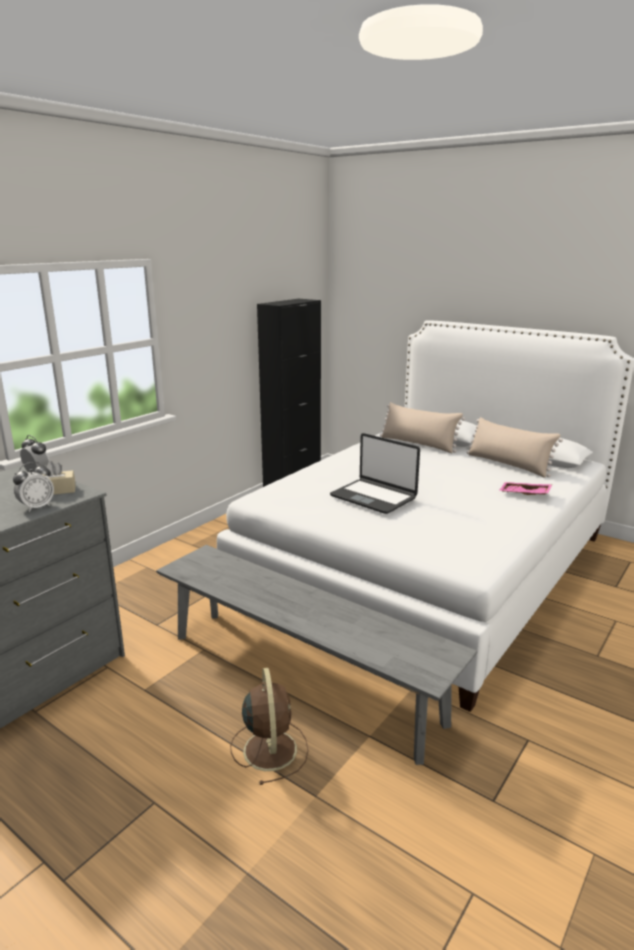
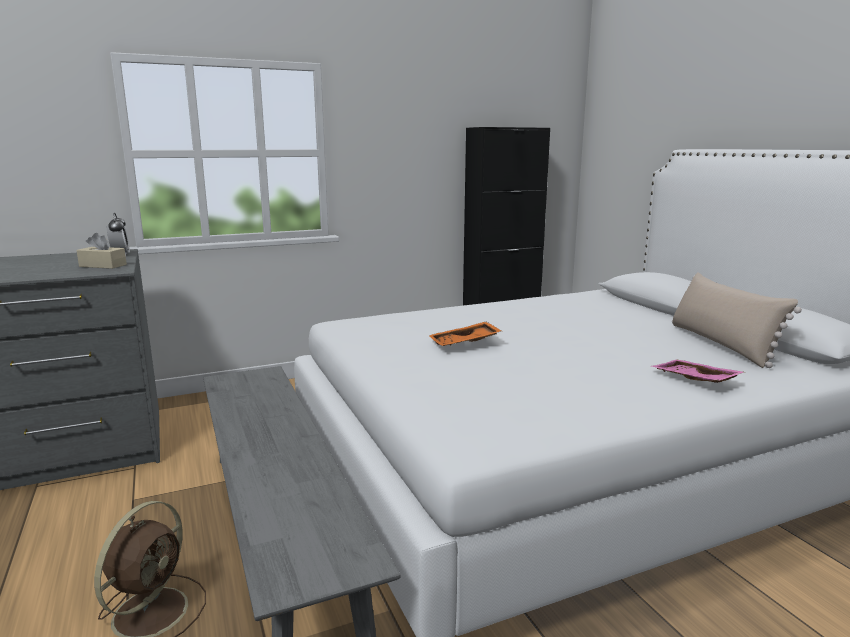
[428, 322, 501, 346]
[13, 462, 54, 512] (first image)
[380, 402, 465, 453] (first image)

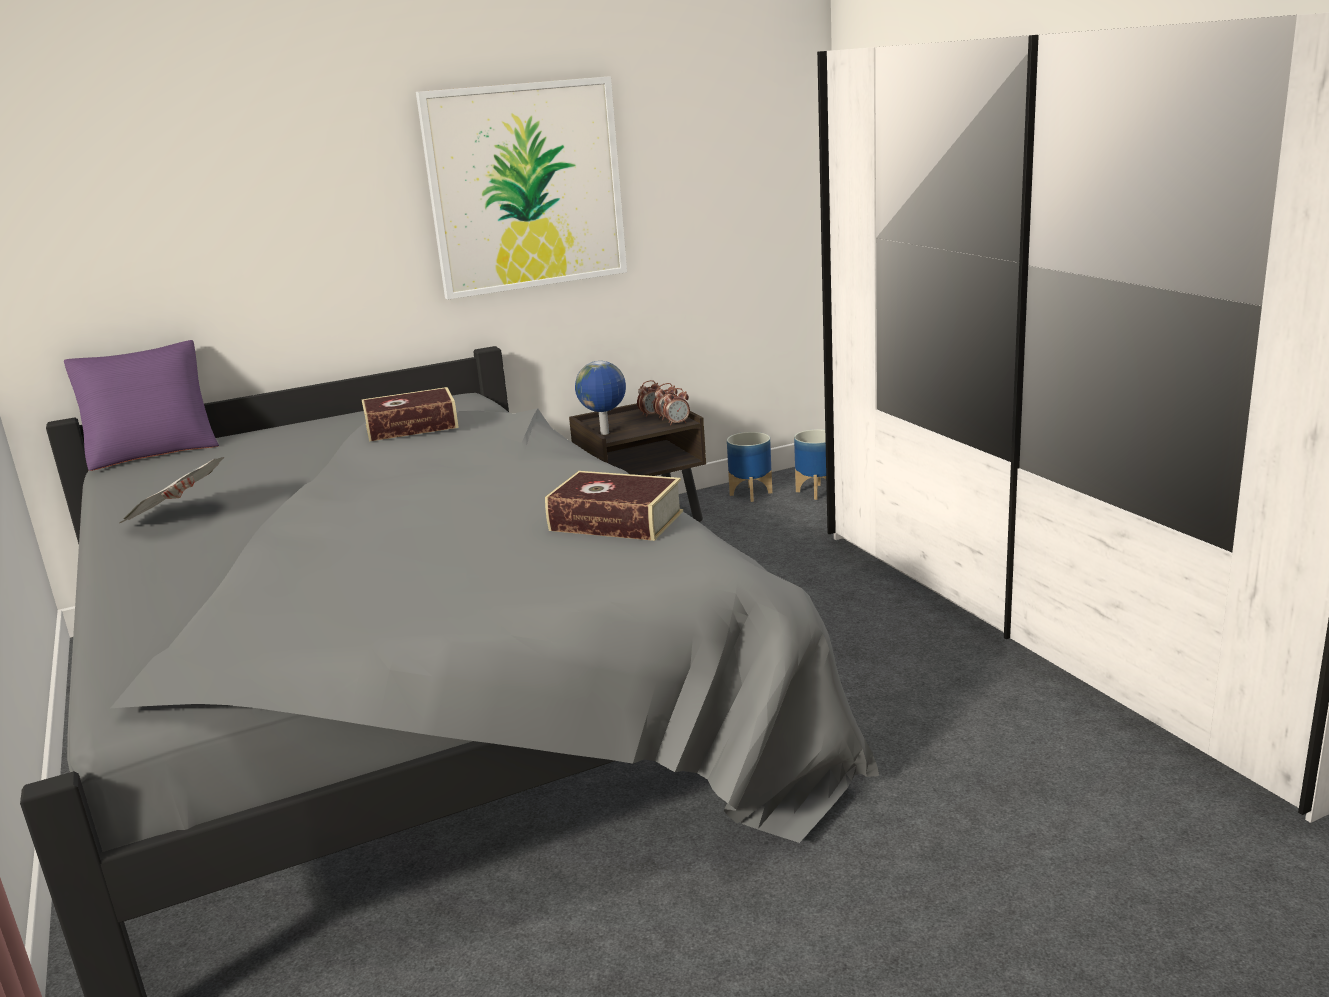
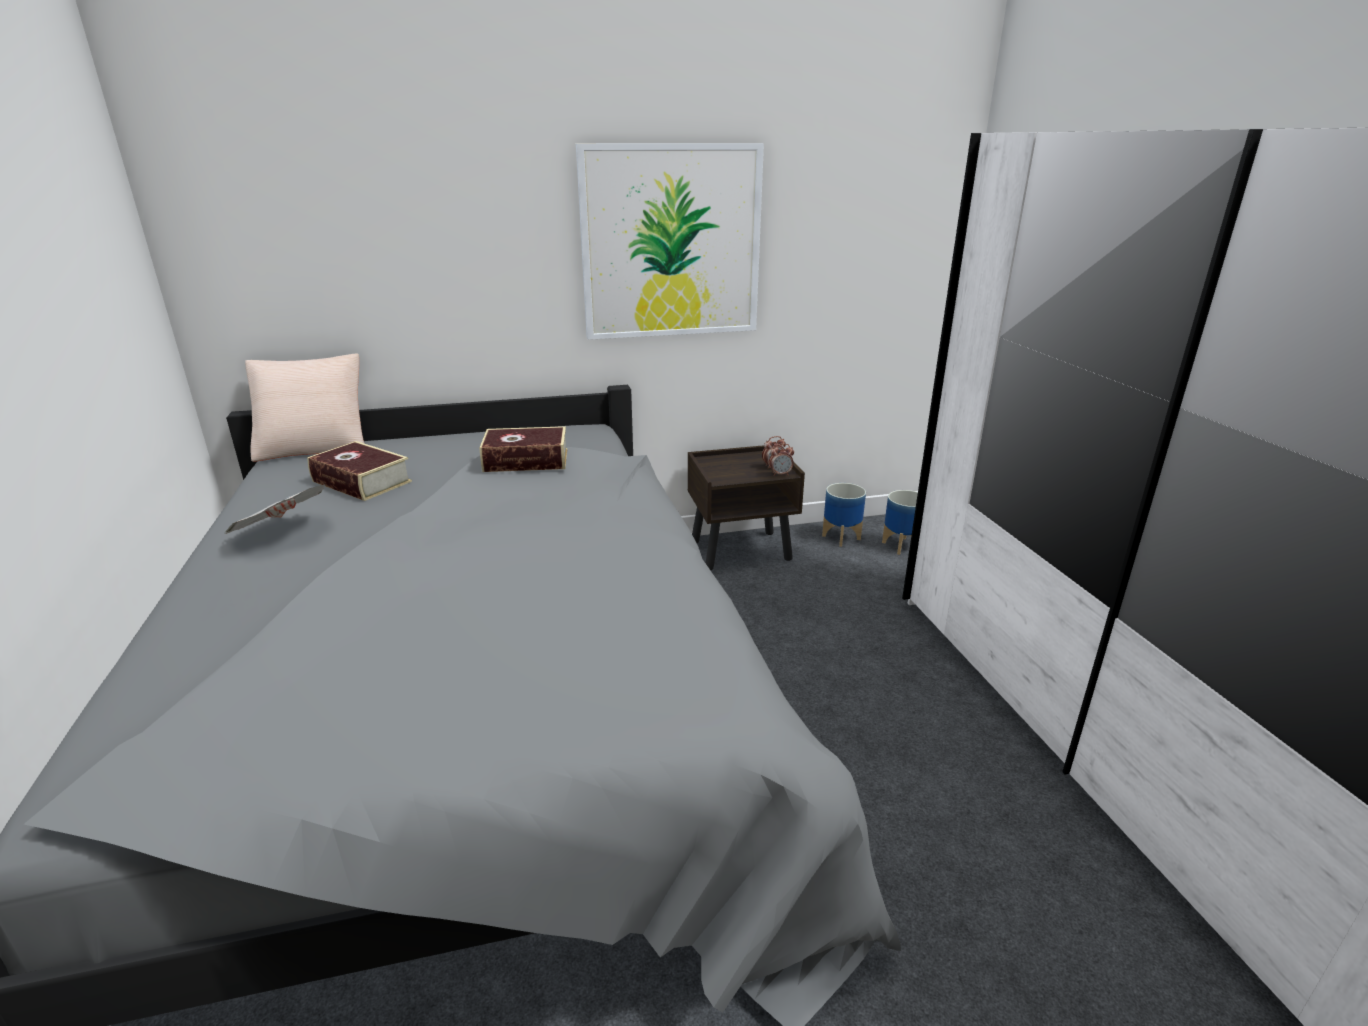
[245, 354, 364, 462]
[307, 441, 412, 501]
[575, 361, 626, 435] (first image)
[637, 380, 661, 417] (first image)

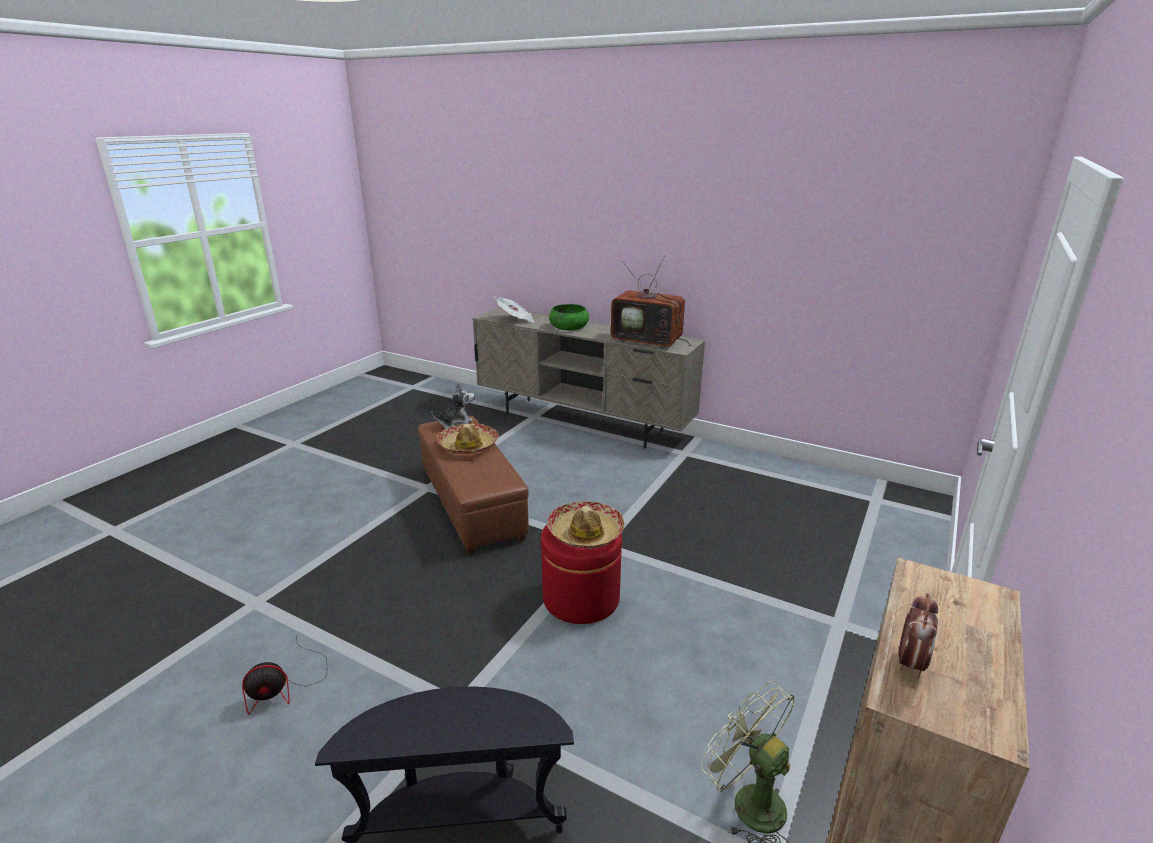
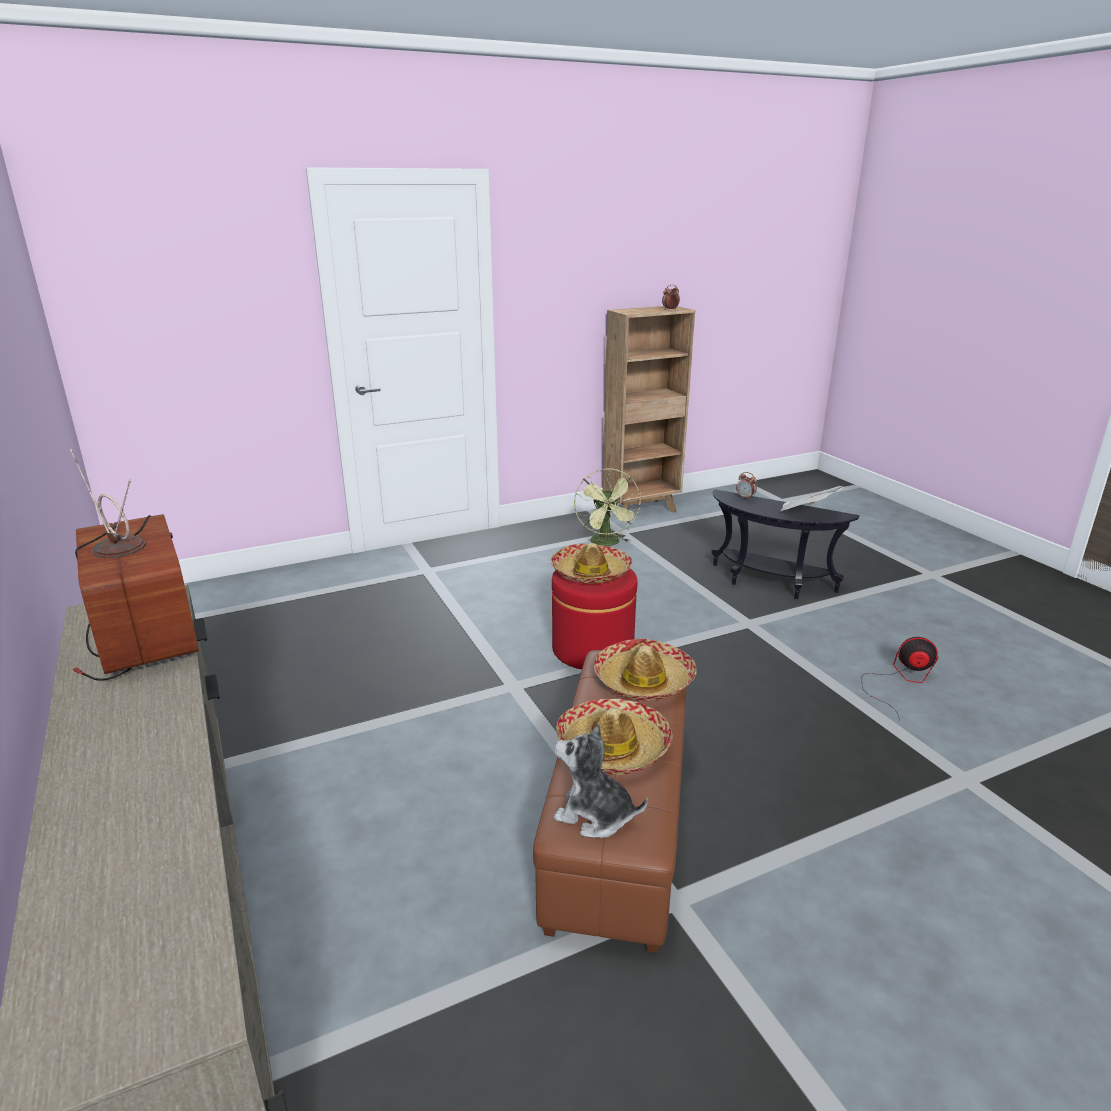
[594, 639, 697, 701]
[736, 472, 757, 500]
[781, 486, 843, 511]
[549, 304, 589, 330] (first image)

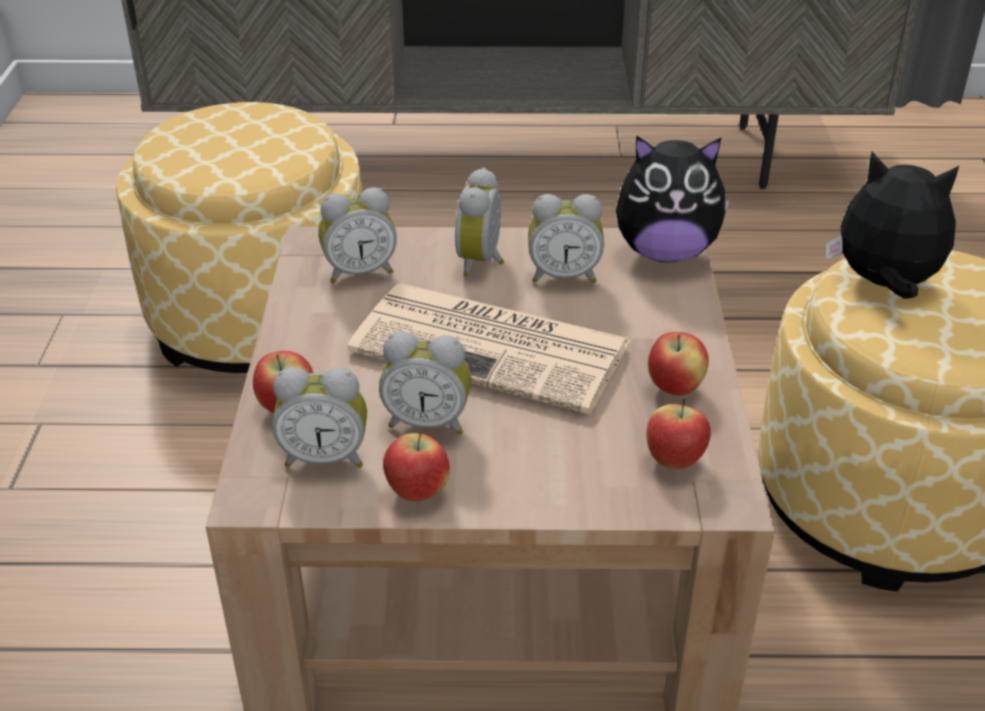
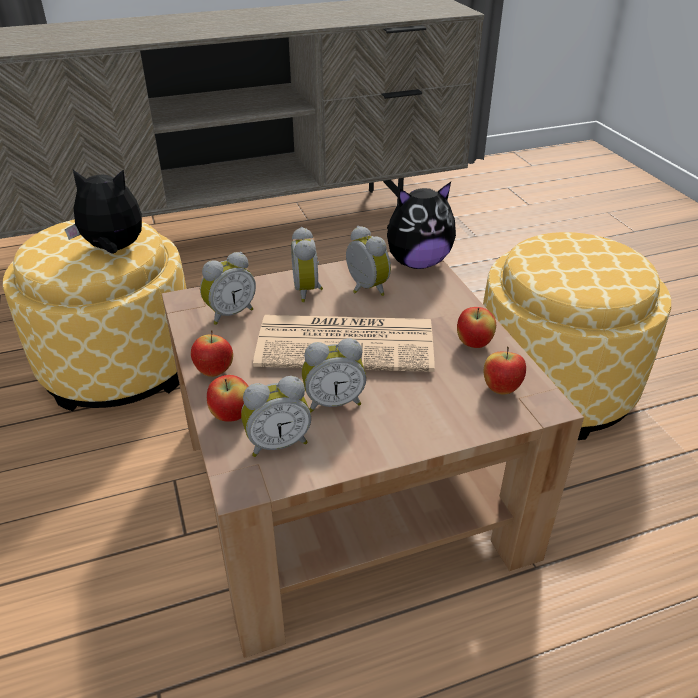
[65, 169, 142, 254]
[191, 330, 233, 377]
[346, 226, 391, 296]

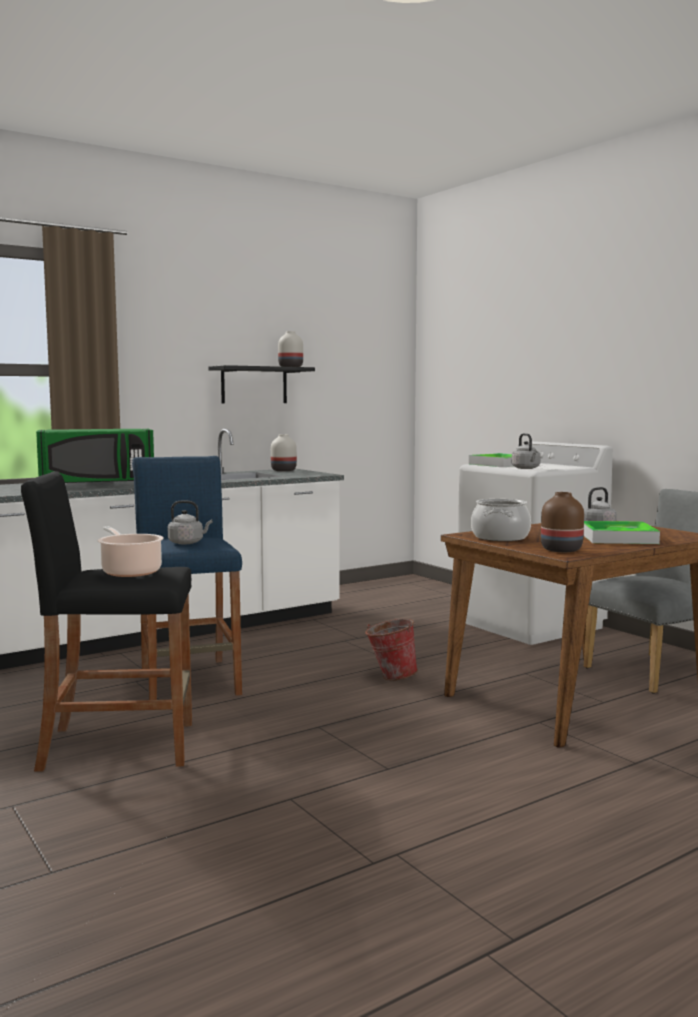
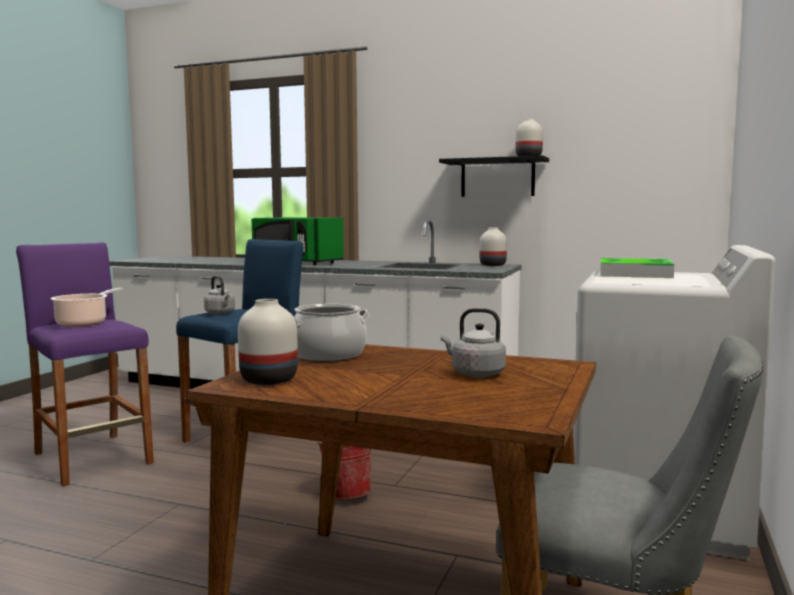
[16, 242, 154, 487]
[238, 299, 298, 385]
[512, 433, 541, 469] (first image)
[583, 521, 660, 544] (first image)

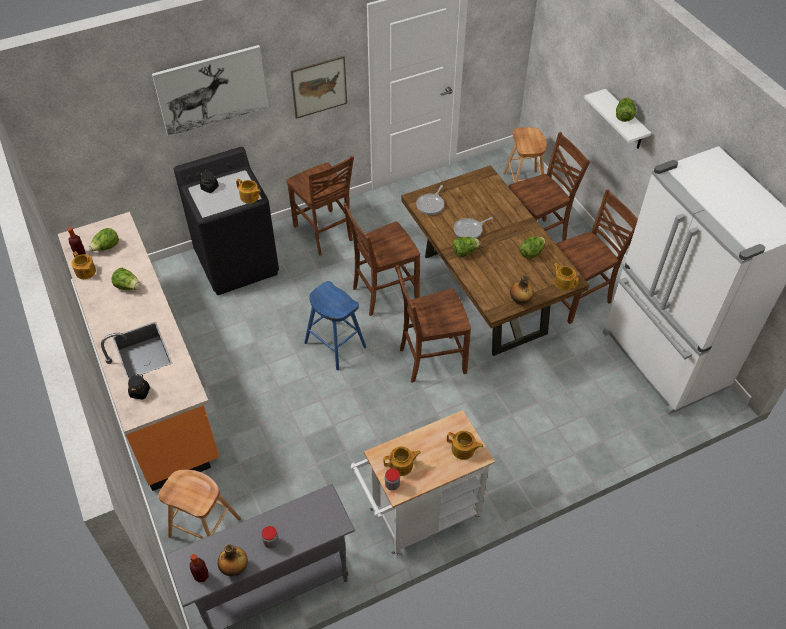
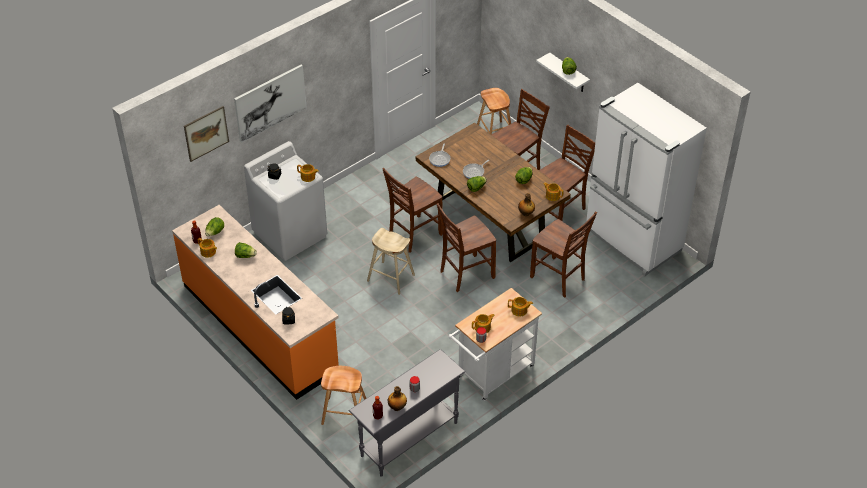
[184, 106, 229, 162]
[244, 141, 327, 261]
[367, 228, 415, 295]
[530, 212, 597, 298]

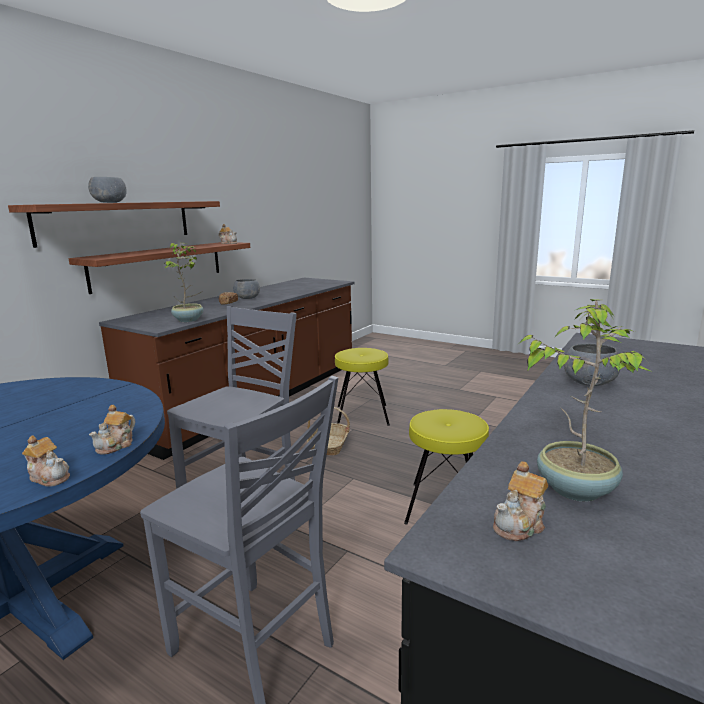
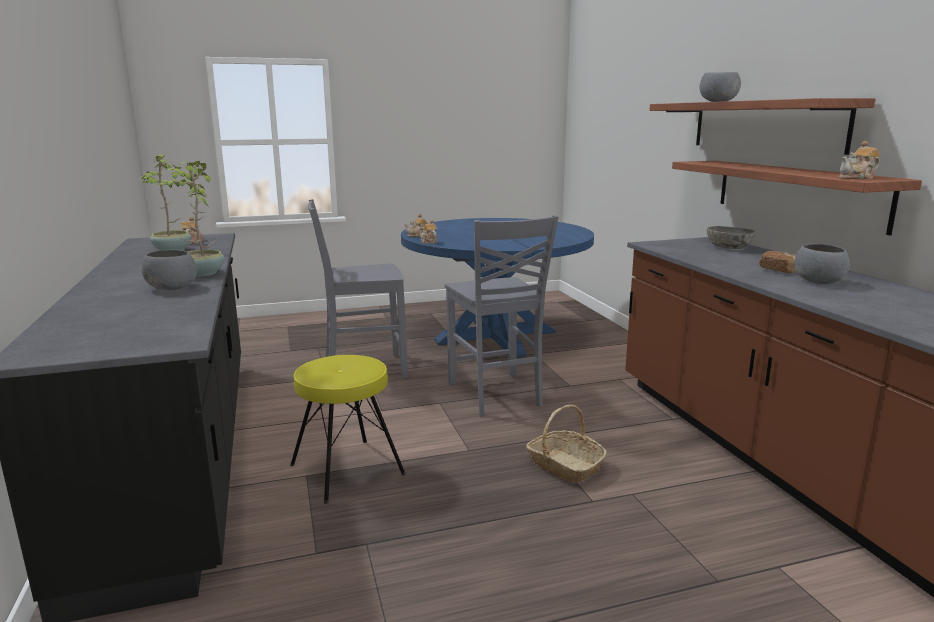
[159, 161, 224, 277]
[707, 226, 755, 249]
[335, 348, 390, 426] (first image)

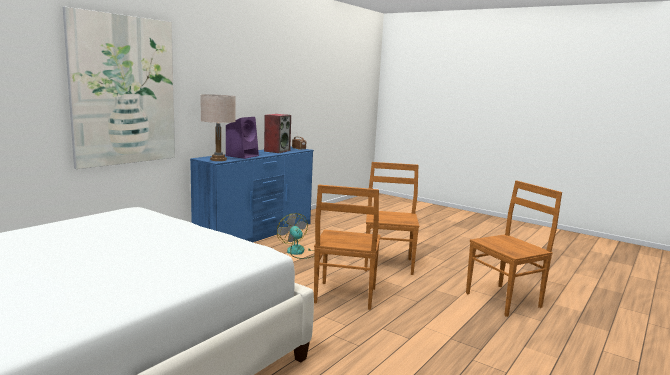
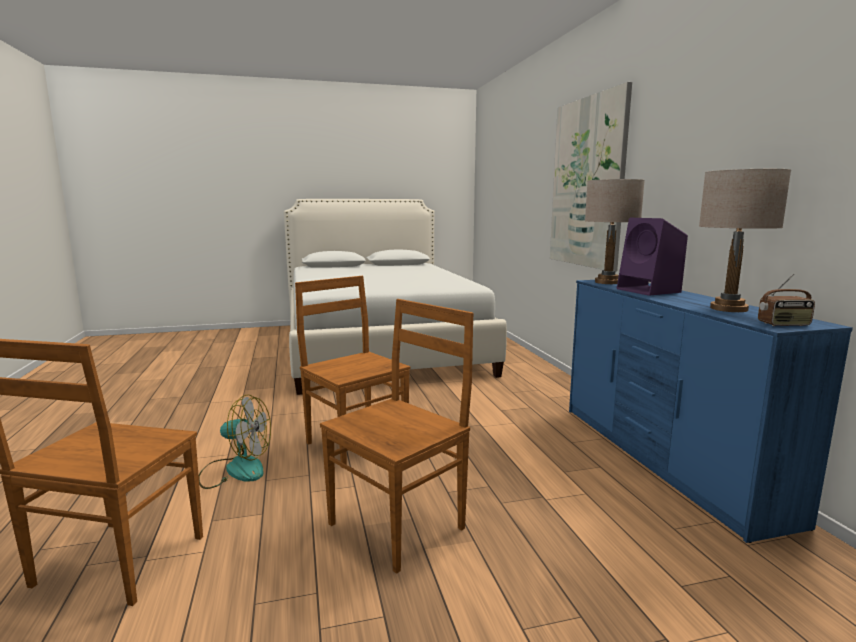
[199, 395, 271, 489]
[320, 299, 474, 574]
[699, 169, 791, 312]

